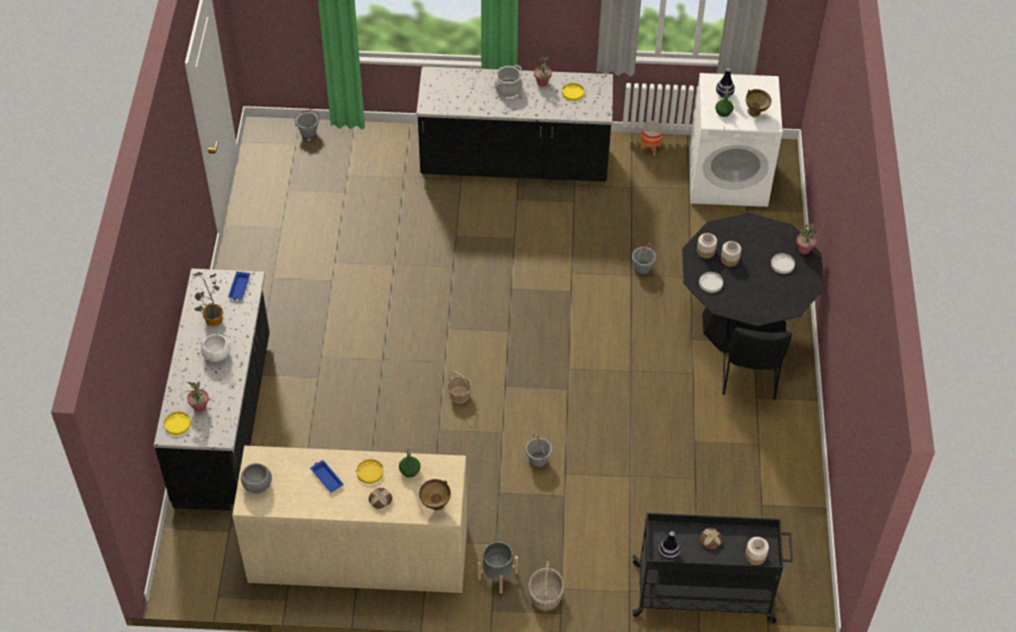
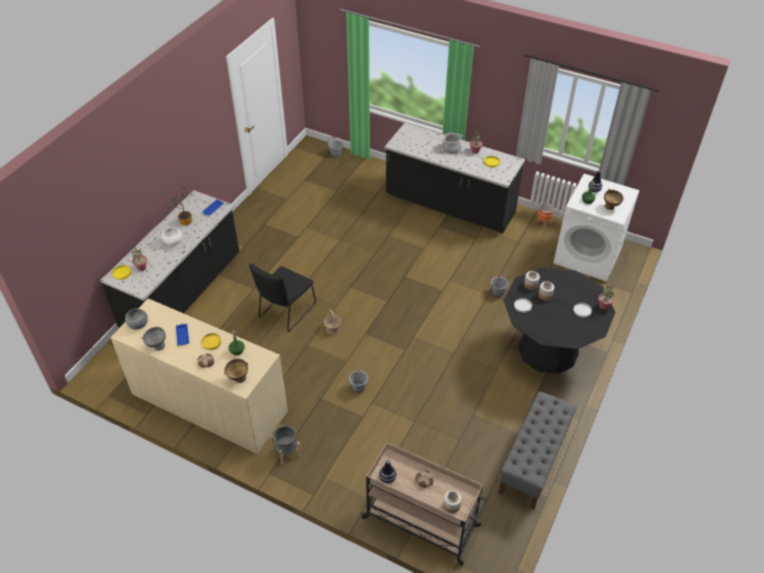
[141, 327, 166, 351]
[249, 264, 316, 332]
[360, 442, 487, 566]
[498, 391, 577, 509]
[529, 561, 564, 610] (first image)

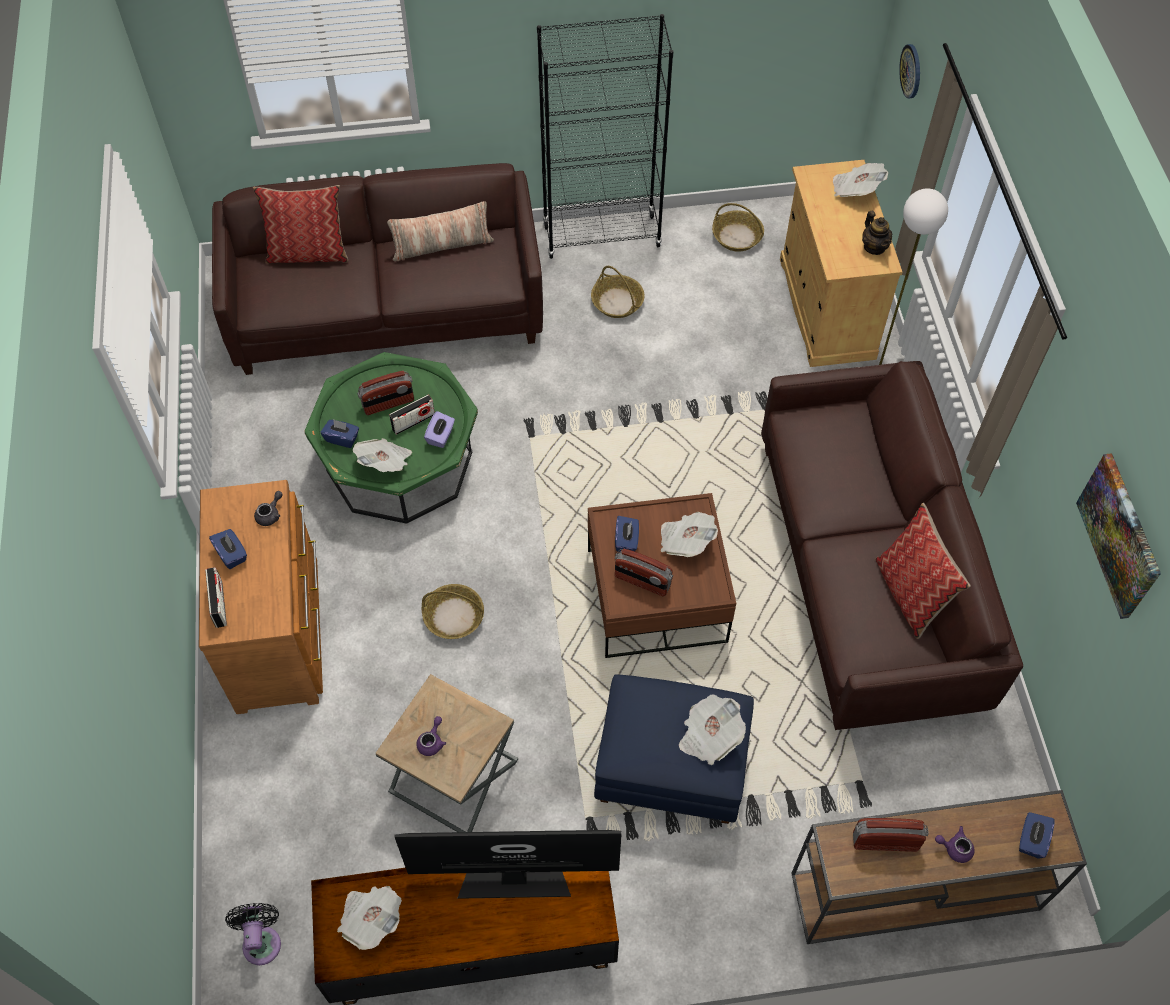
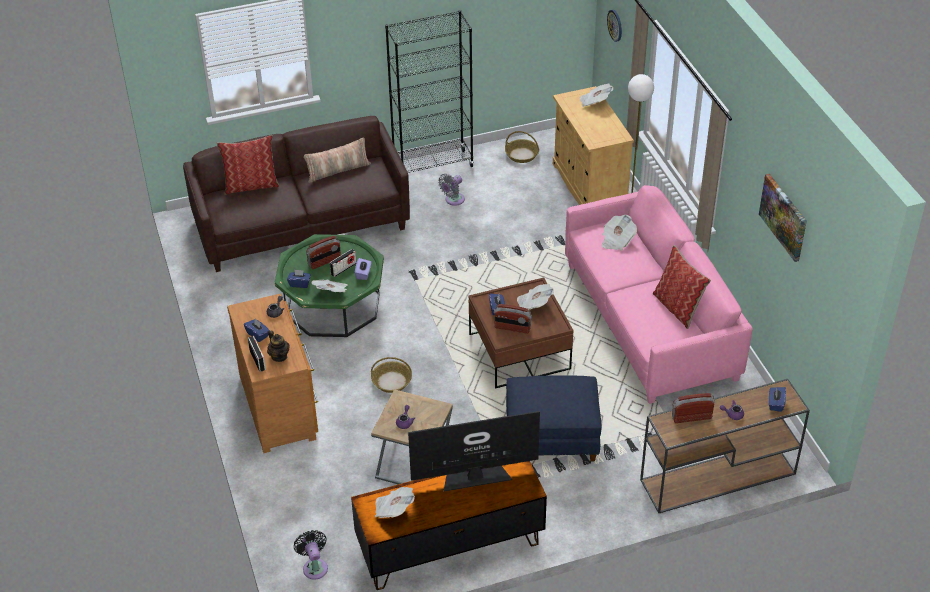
[267, 330, 289, 362]
[438, 174, 465, 206]
[565, 185, 753, 404]
[602, 215, 637, 251]

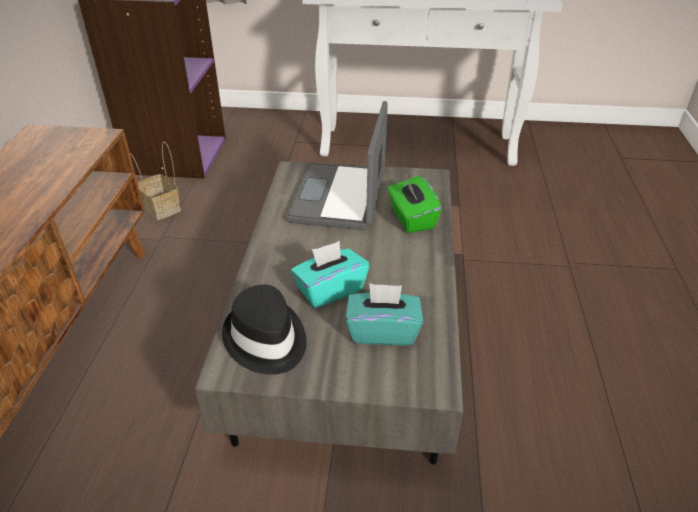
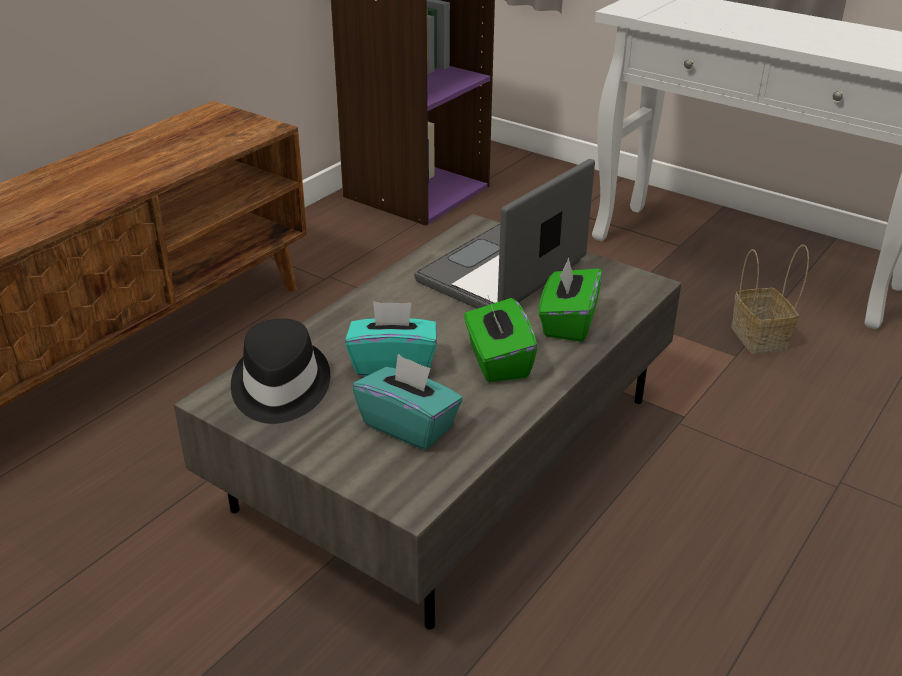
[464, 296, 538, 383]
[731, 244, 809, 354]

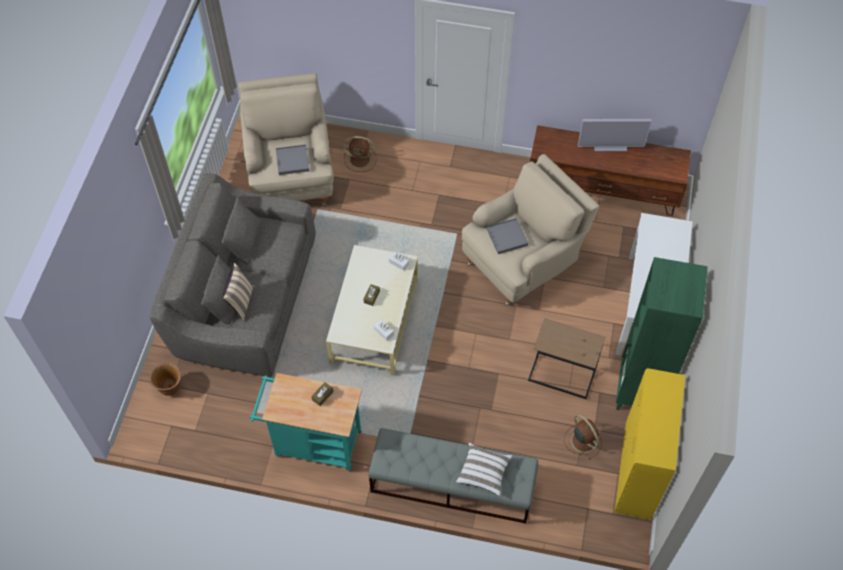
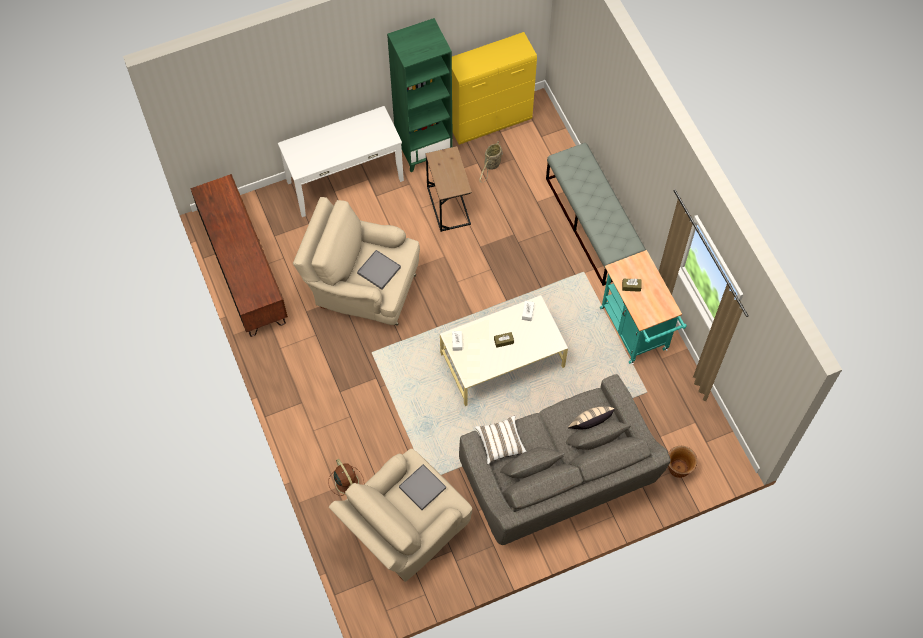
[475, 416, 526, 464]
[479, 141, 503, 183]
[578, 119, 652, 151] (first image)

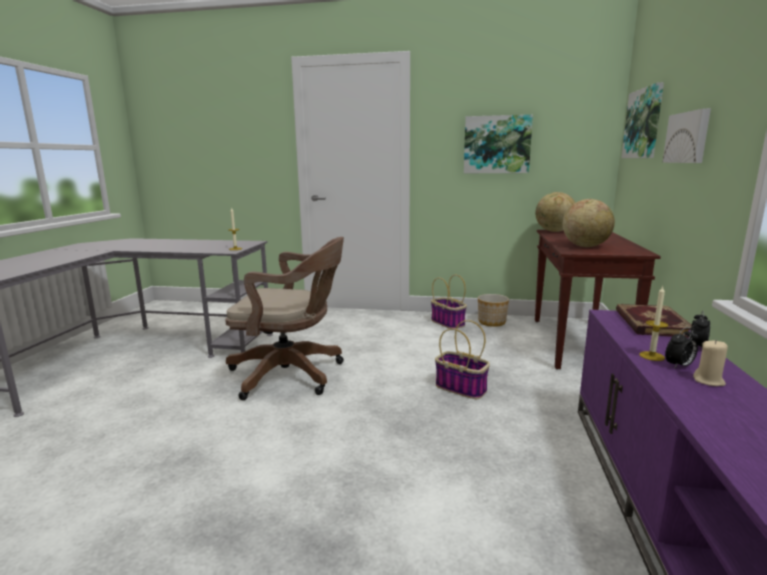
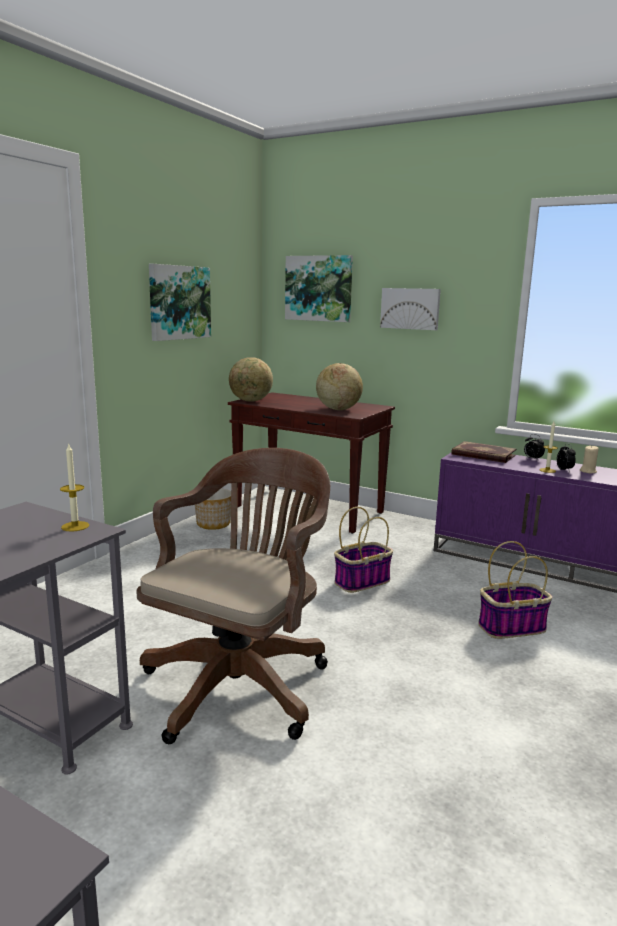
[478, 541, 552, 639]

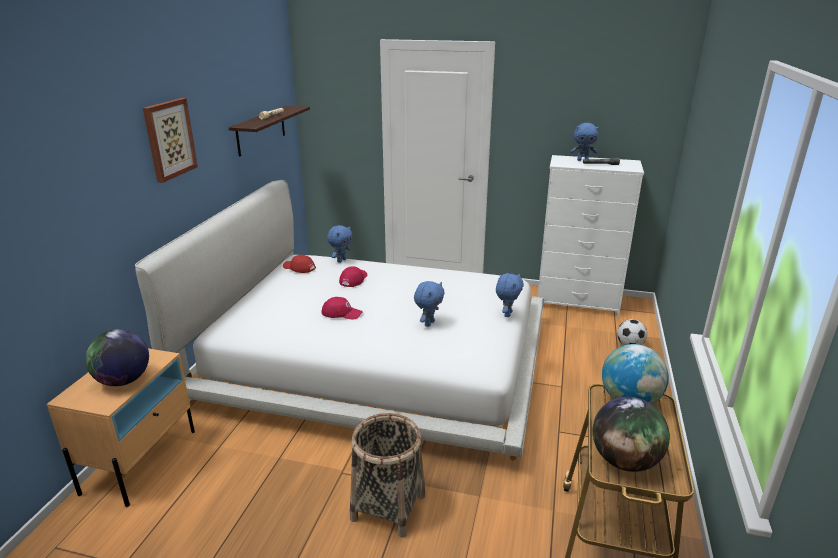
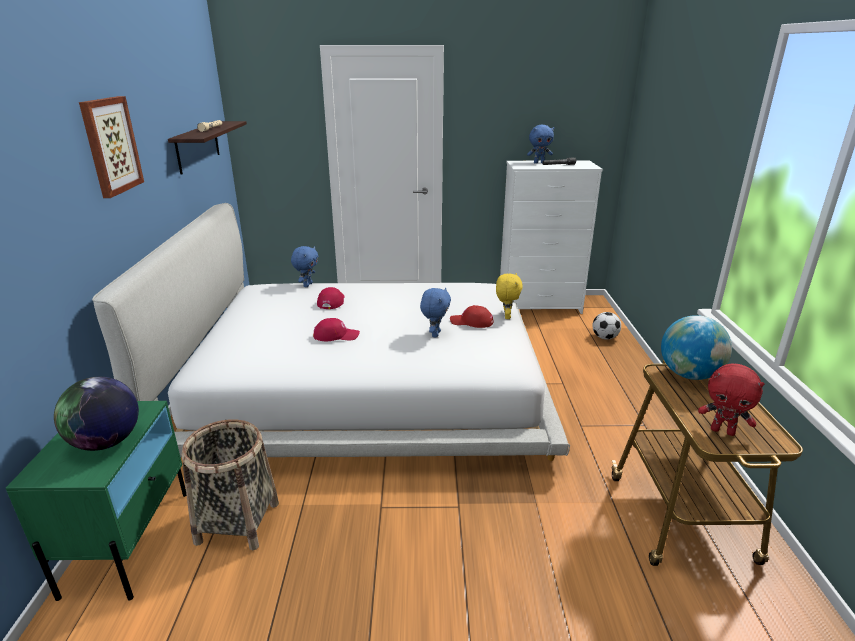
[6, 401, 186, 601]
[182, 419, 279, 551]
[450, 305, 494, 328]
[496, 273, 523, 319]
[698, 363, 765, 436]

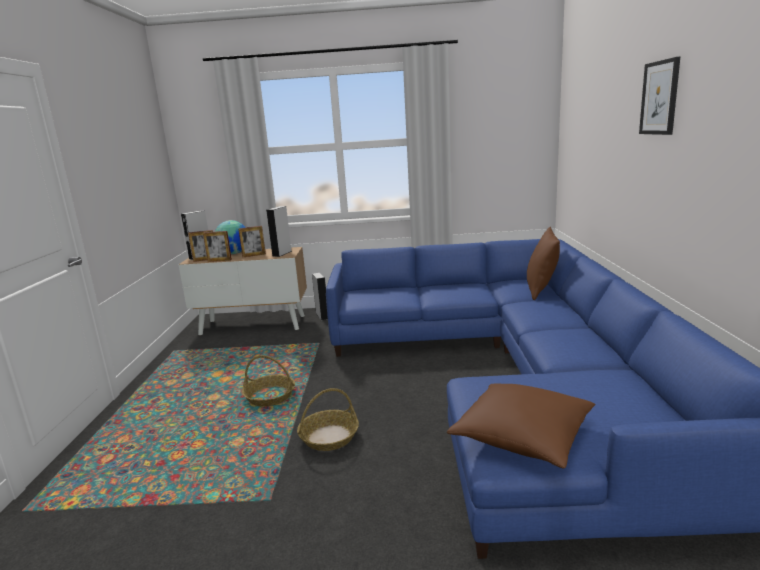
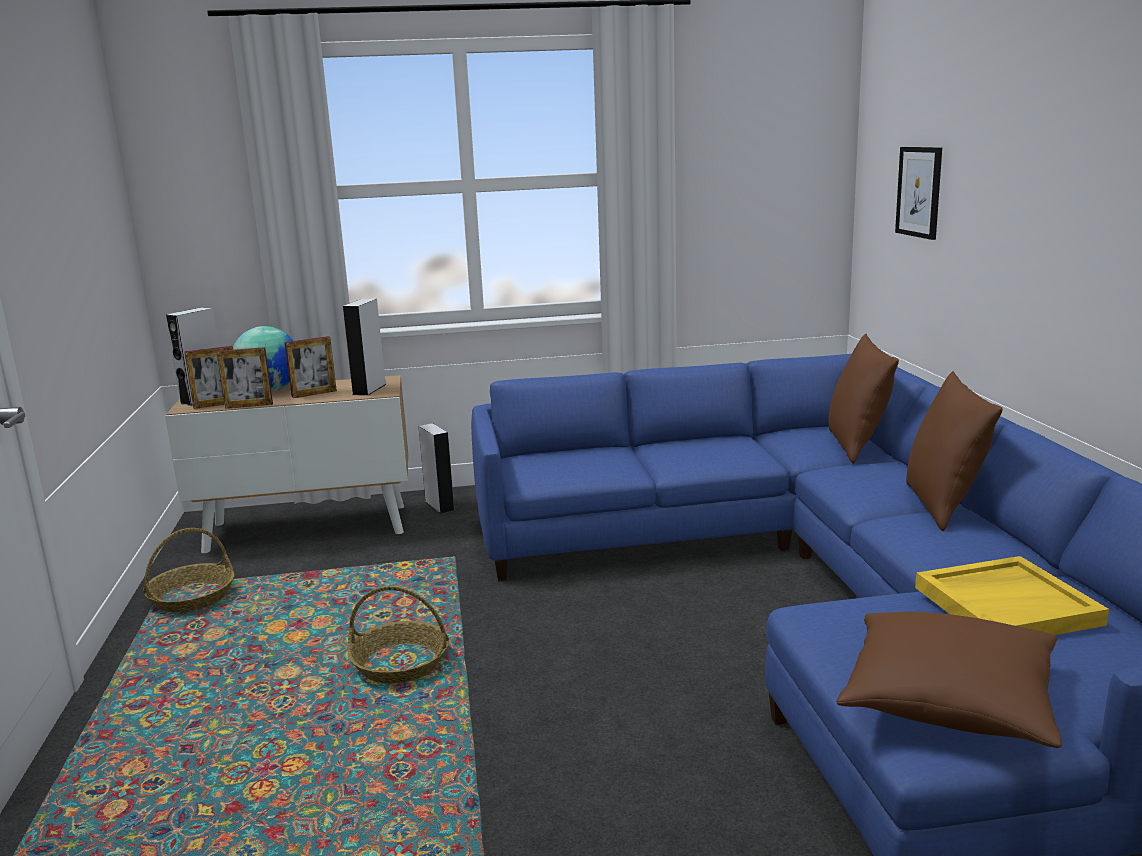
[143, 528, 234, 613]
[895, 147, 942, 240]
[906, 371, 1003, 531]
[915, 556, 1109, 635]

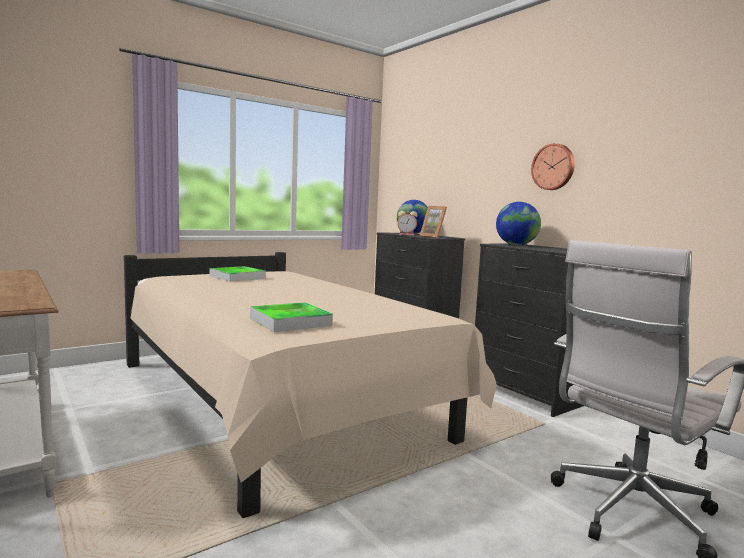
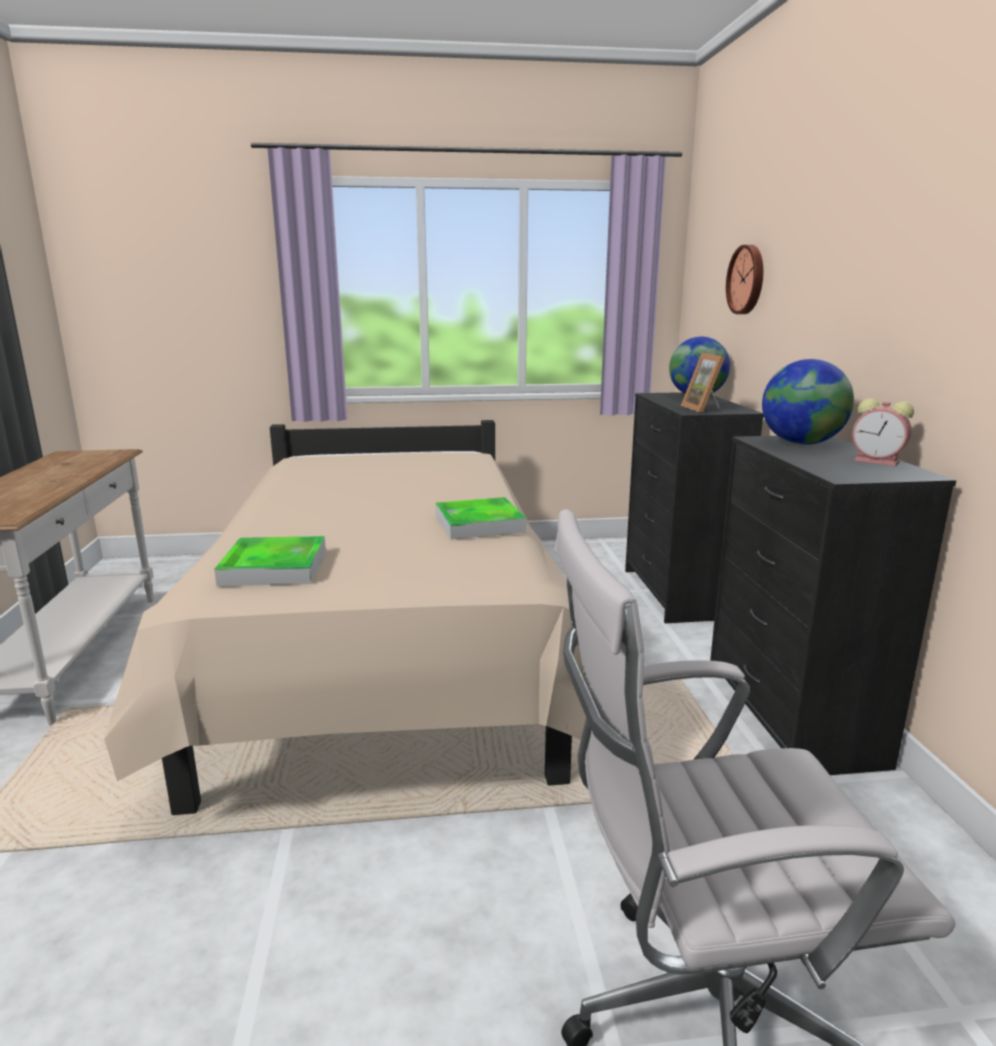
[435, 497, 526, 539]
[726, 245, 763, 314]
[852, 399, 914, 466]

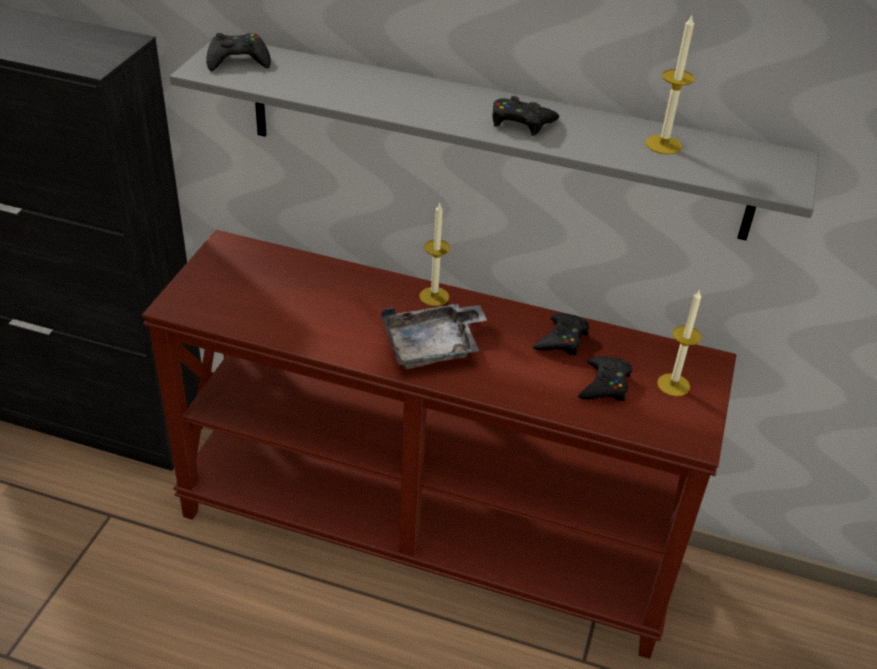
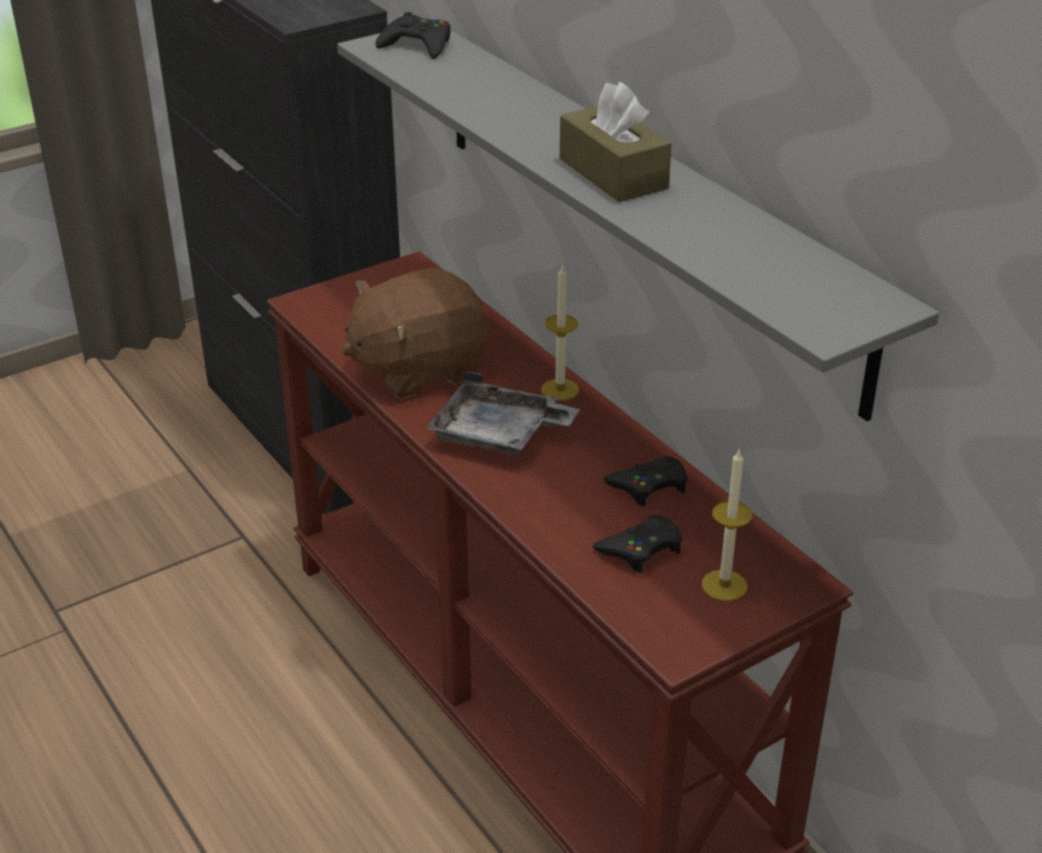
[342, 268, 489, 399]
[560, 82, 672, 202]
[645, 15, 695, 154] (first image)

